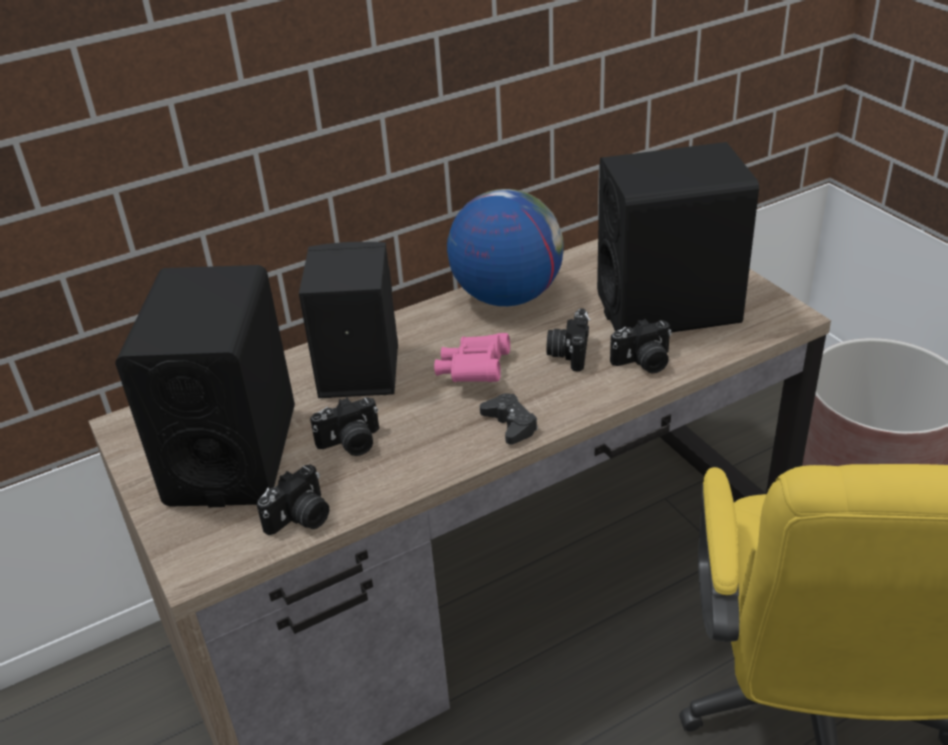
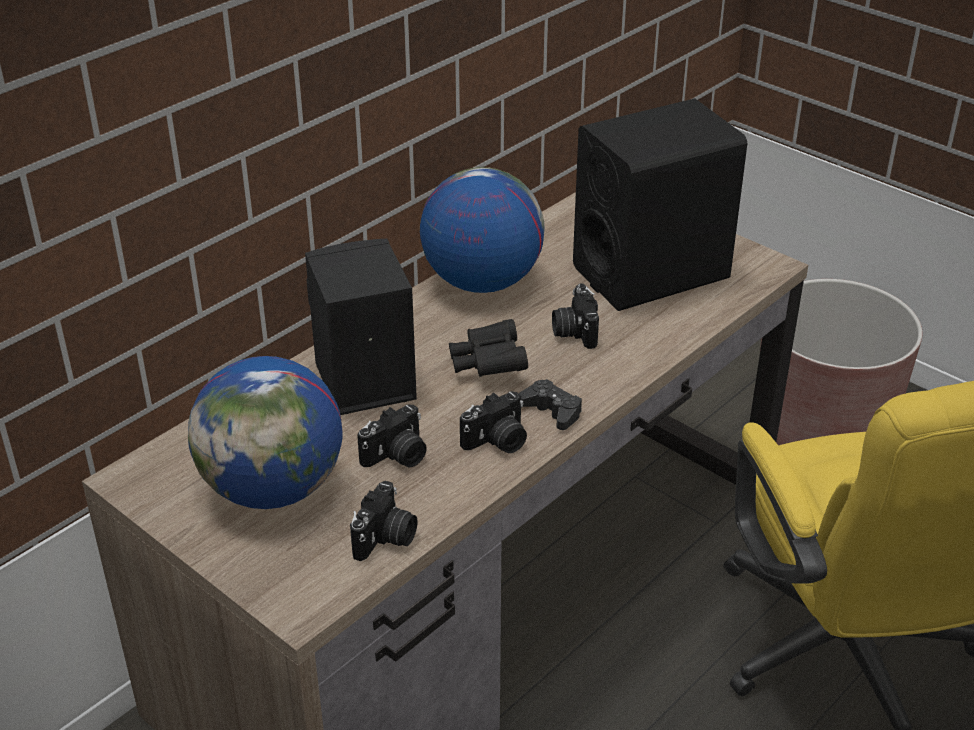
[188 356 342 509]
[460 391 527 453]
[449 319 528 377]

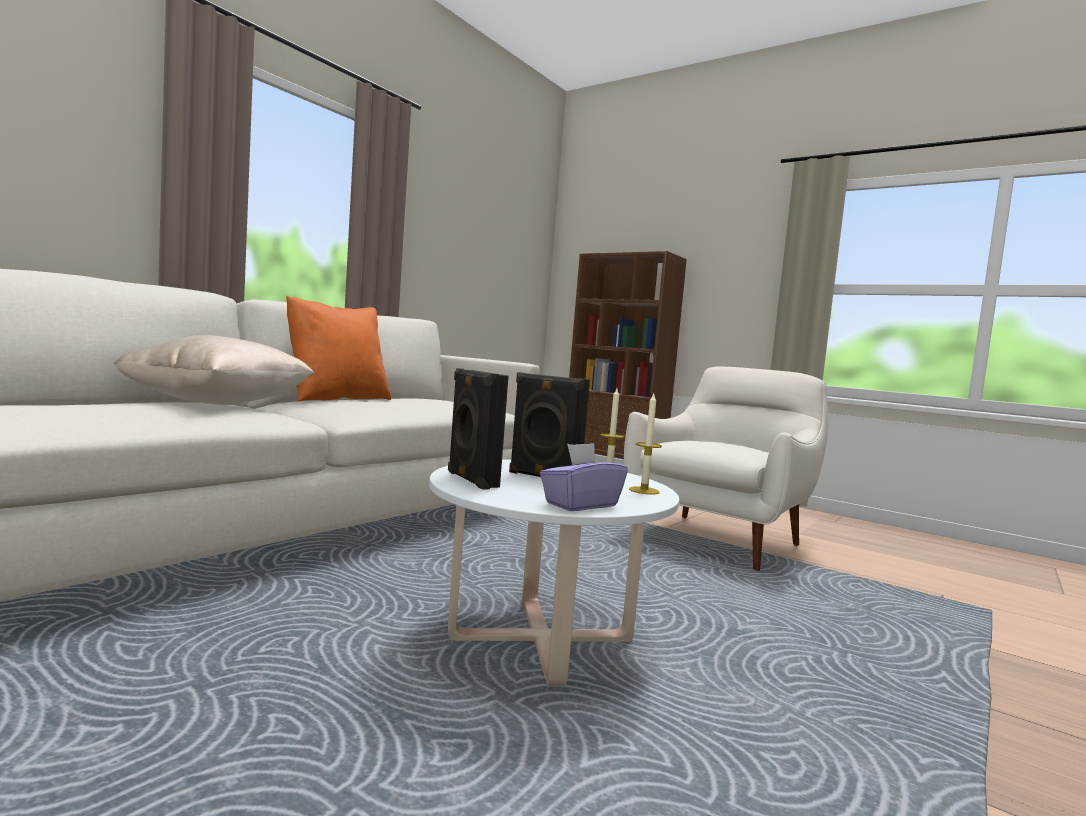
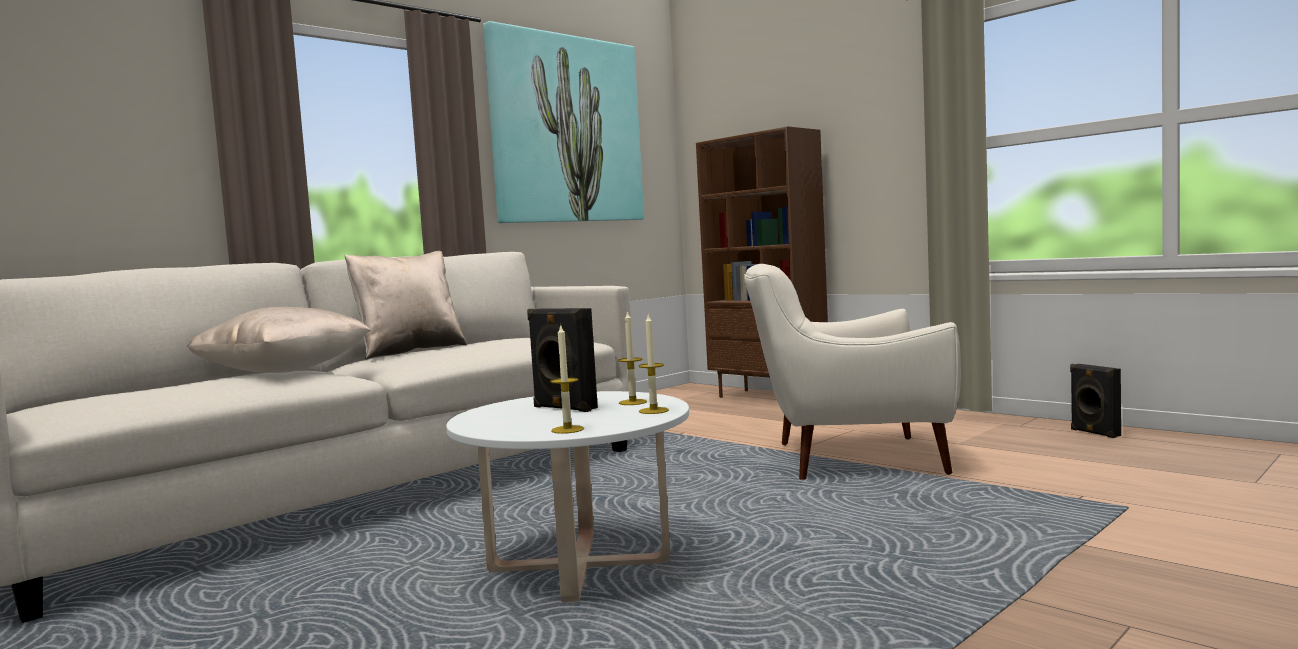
[344 251 467 359]
[744 264 961 480]
[1070 364 1121 438]
[550 324 584 434]
[483 21 644 223]

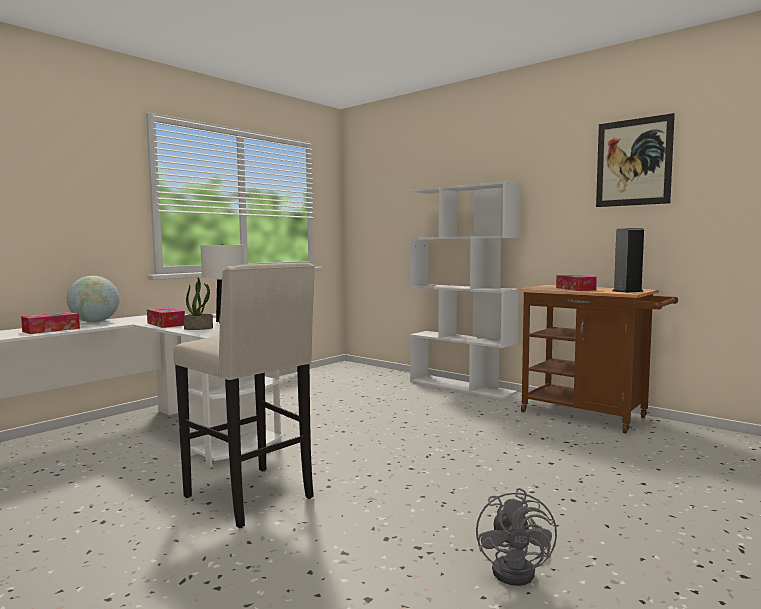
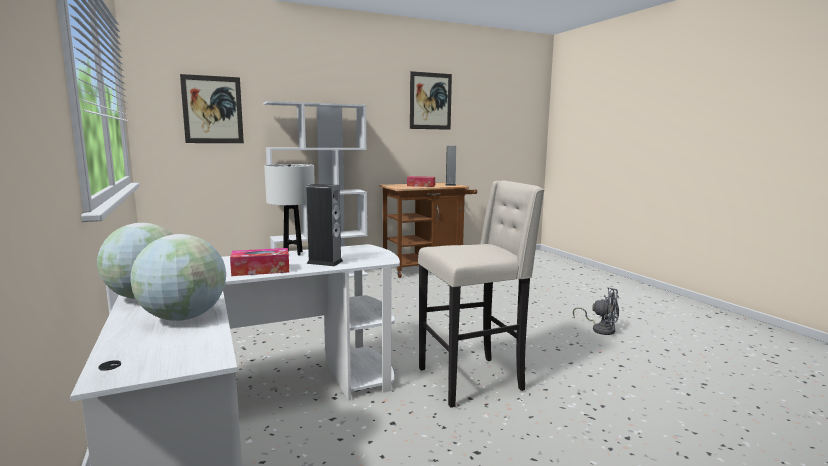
[306 184 343 266]
[131 234 226 321]
[180 74 244 143]

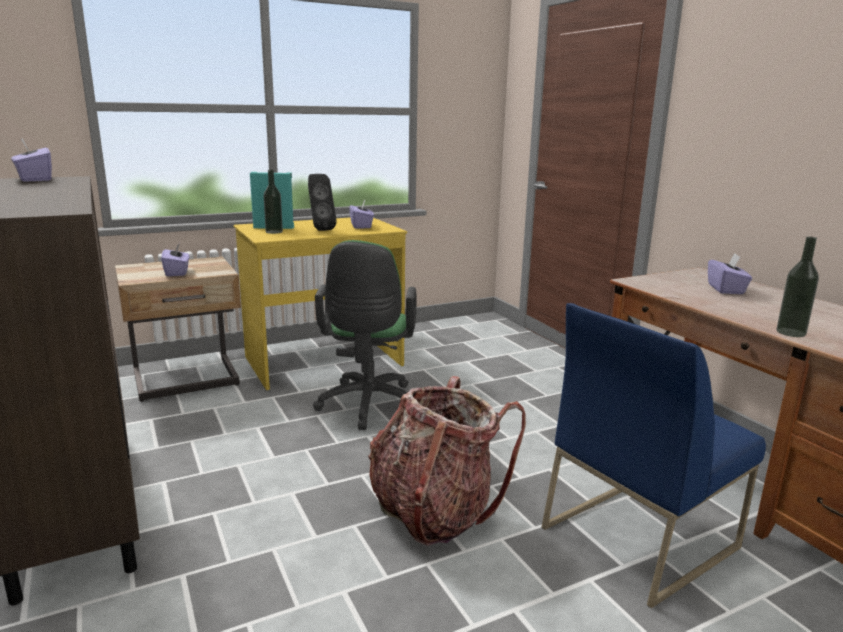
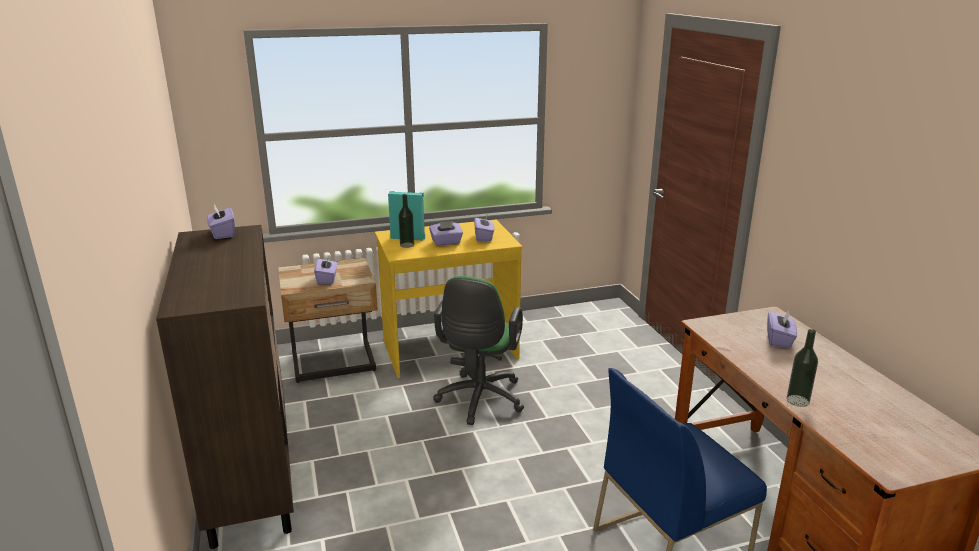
[429 221 463 246]
[368 376 526 546] (first image)

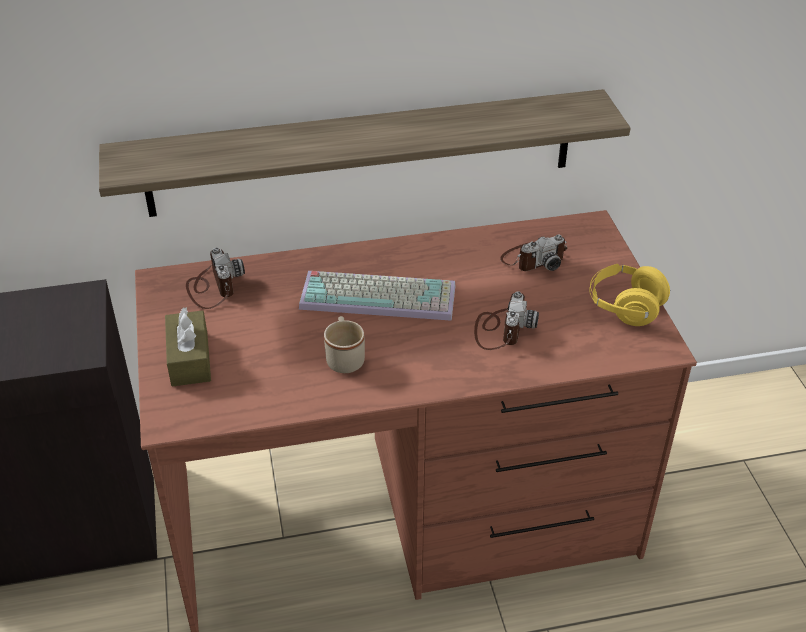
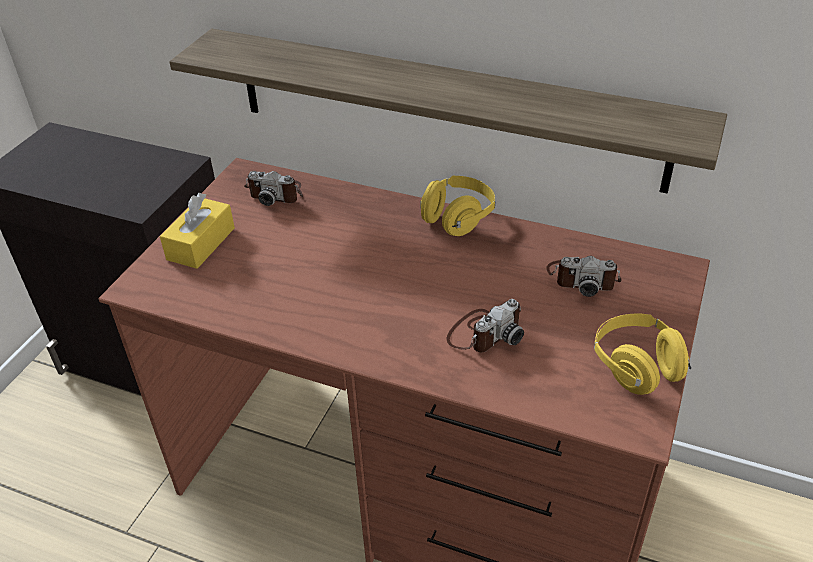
[244 171 303 206]
[299 271 456 321] (first image)
[160 193 235 269]
[324 316 365 373] (first image)
[420 176 495 236]

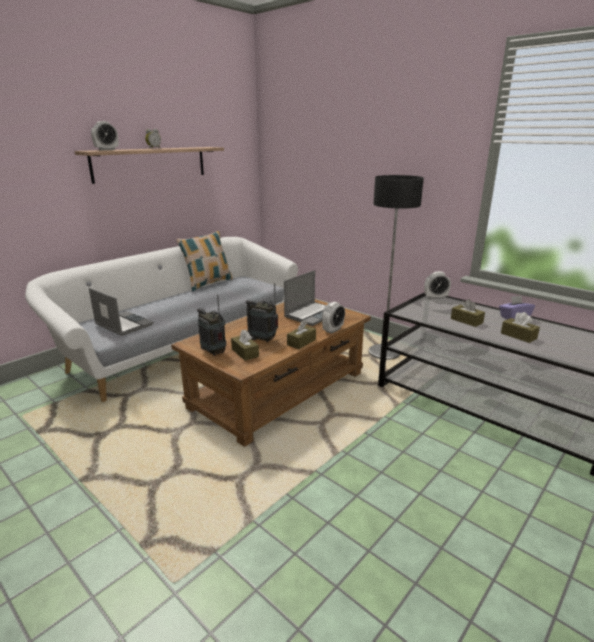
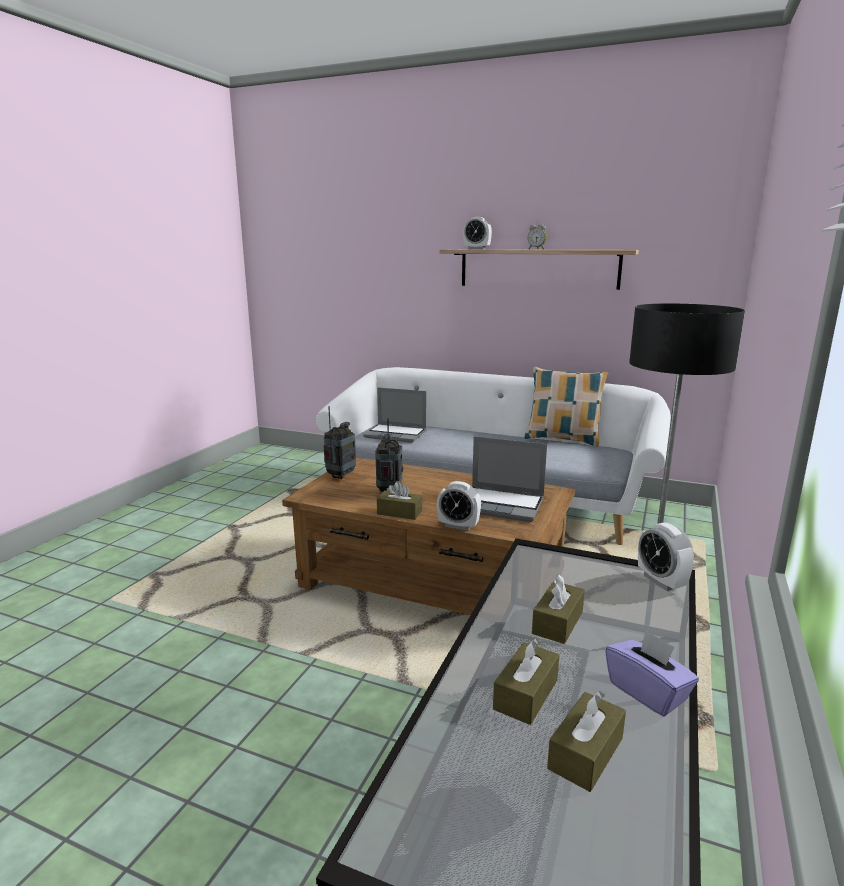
[363 387 427 443]
[547 691 626 792]

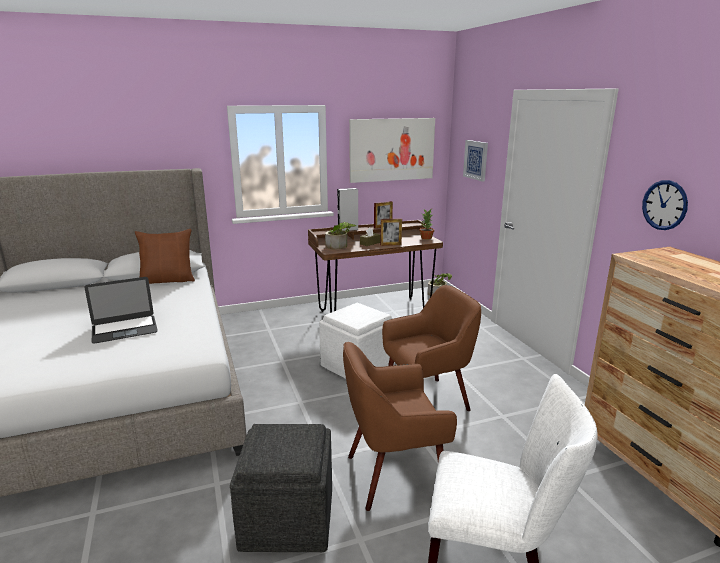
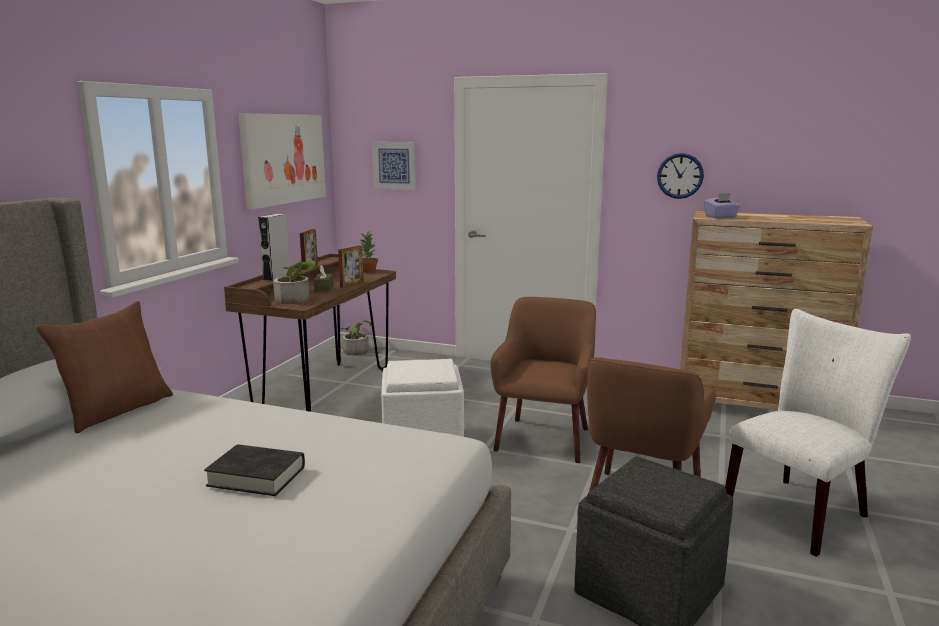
[204 444 305 496]
[704 193 741 218]

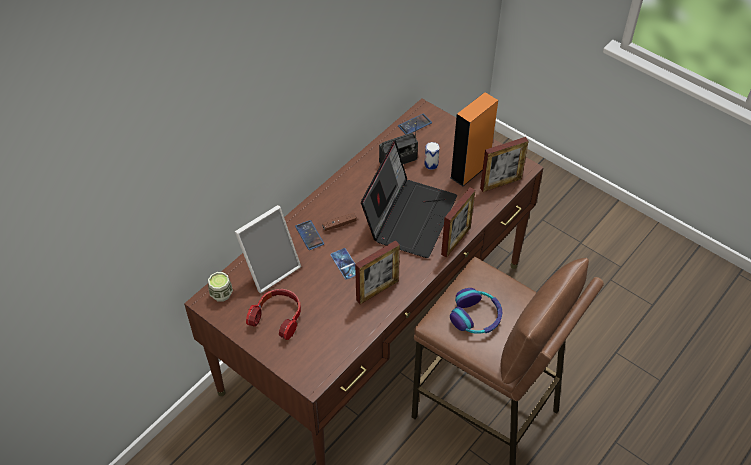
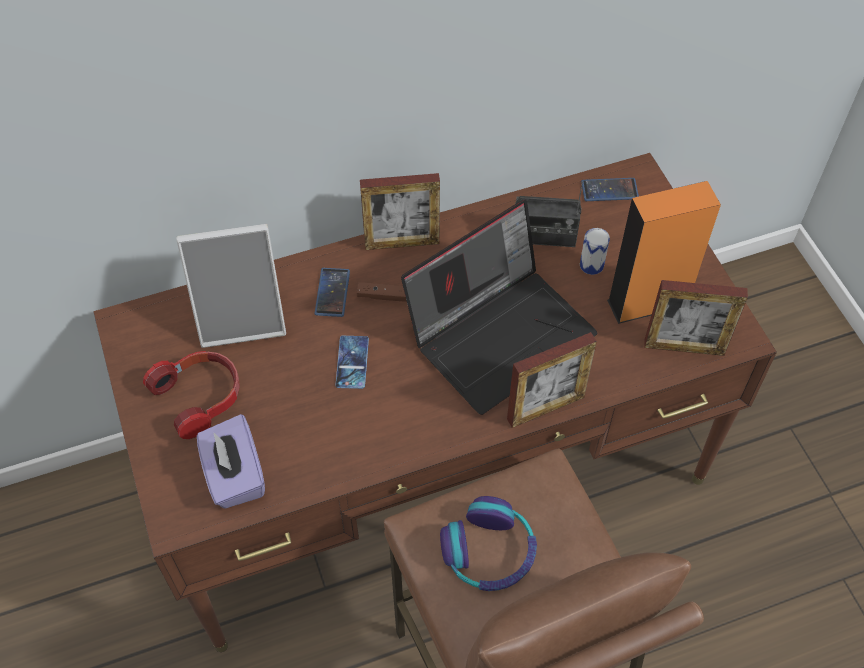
[360 173 440 250]
[208 272 233 302] (first image)
[197 414 265 509]

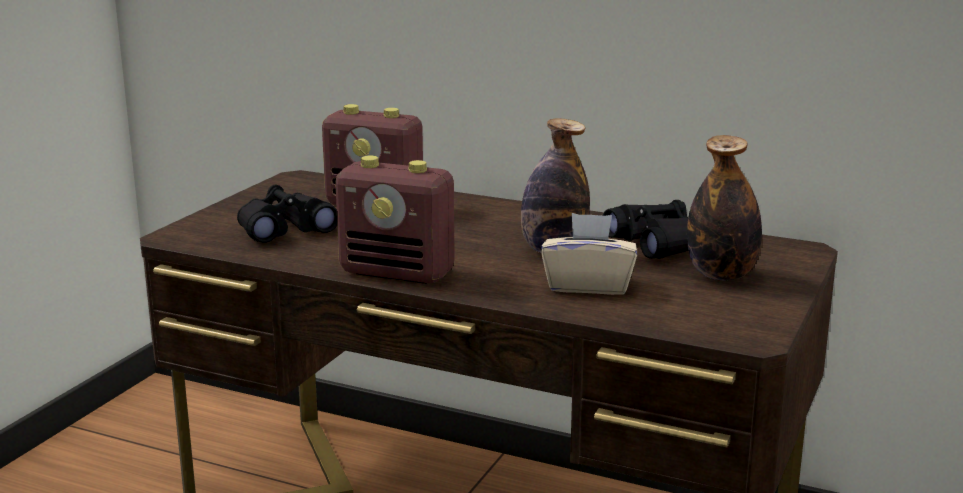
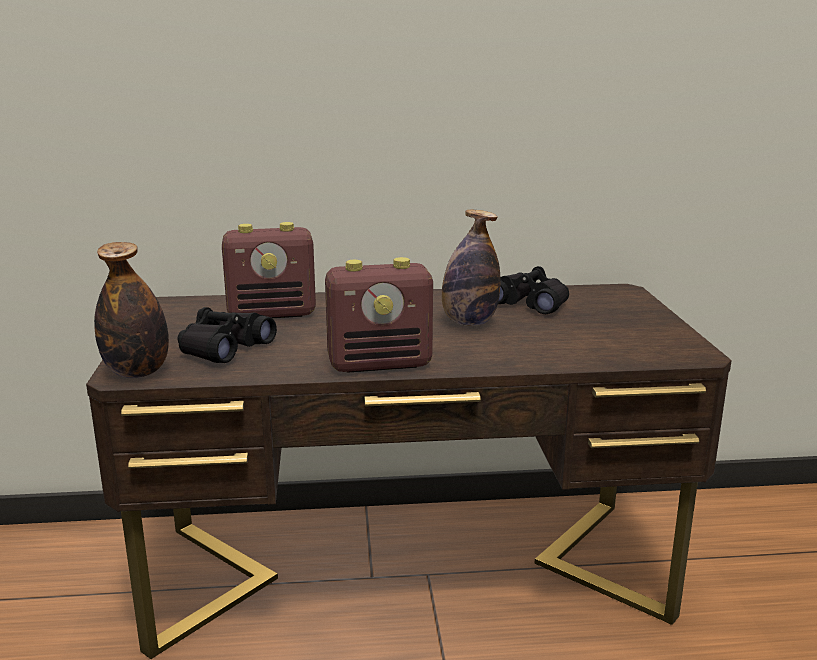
[94 242 169 378]
[541 213 637 295] (first image)

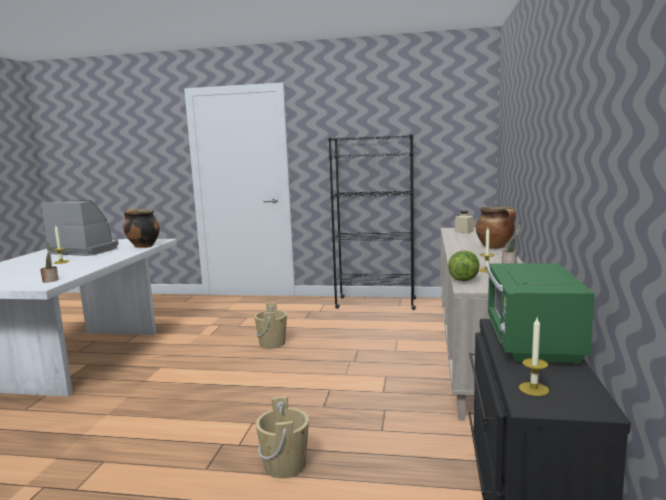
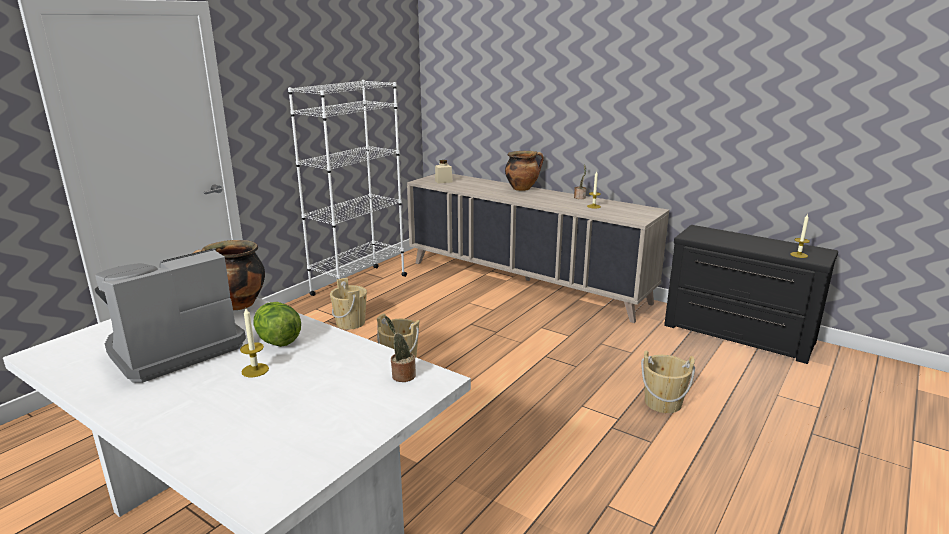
[288 80 407 296]
[253 302 301 347]
[487 263 595 364] (first image)
[330 278 367 330]

